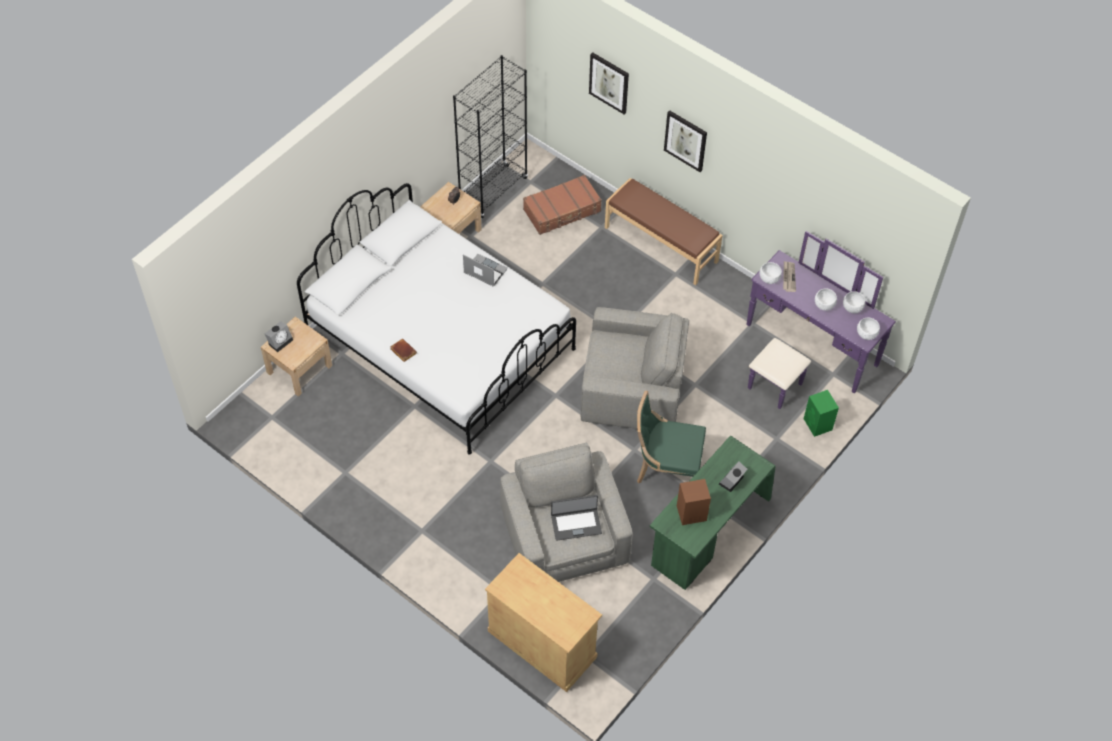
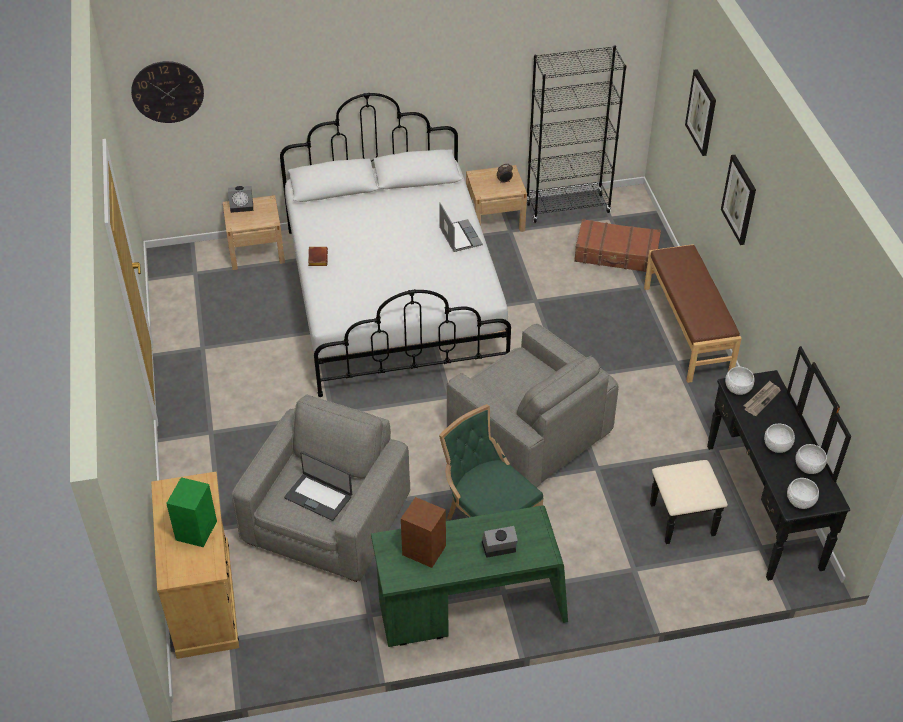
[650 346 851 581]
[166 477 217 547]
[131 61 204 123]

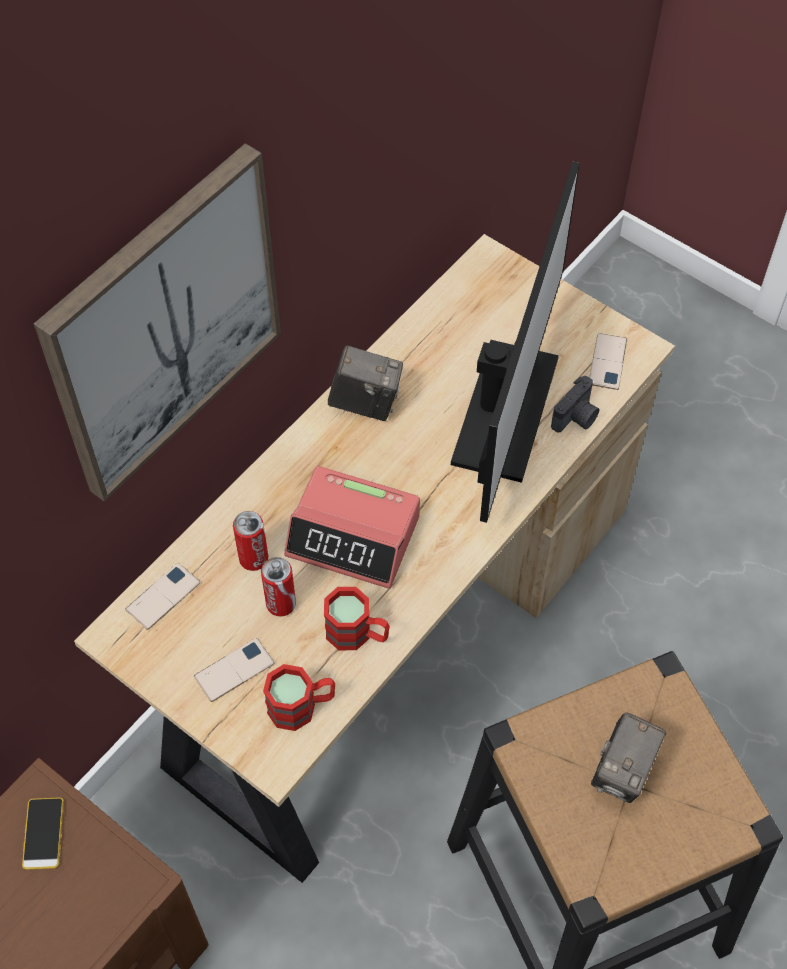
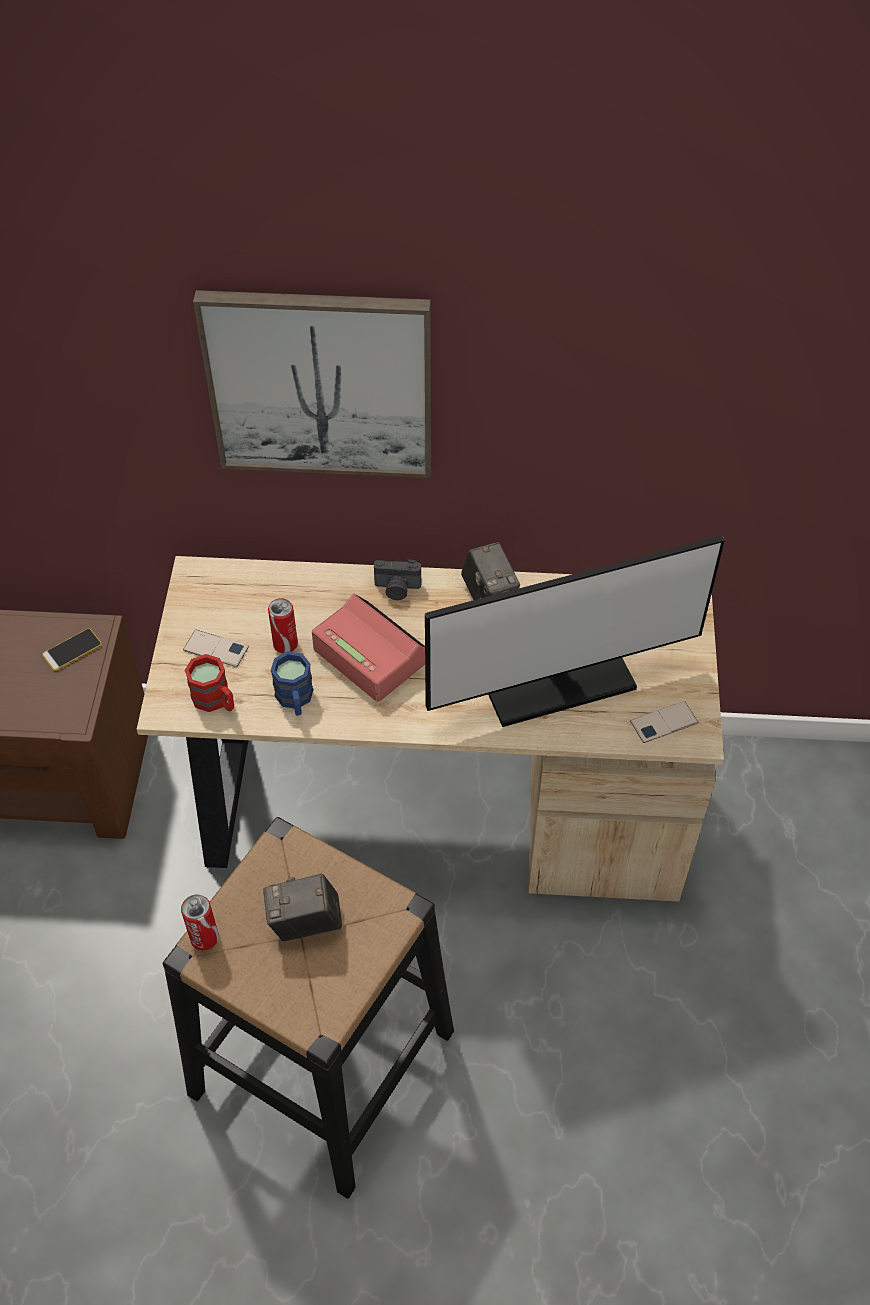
[374 559 421 600]
[312 593 425 702]
[181 894 219 951]
[125 563 200 630] (first image)
[271 651 314 716]

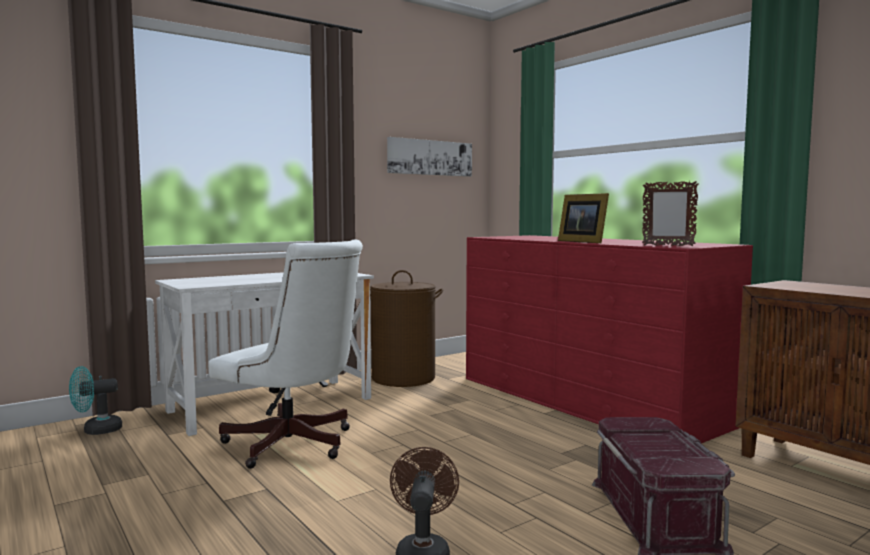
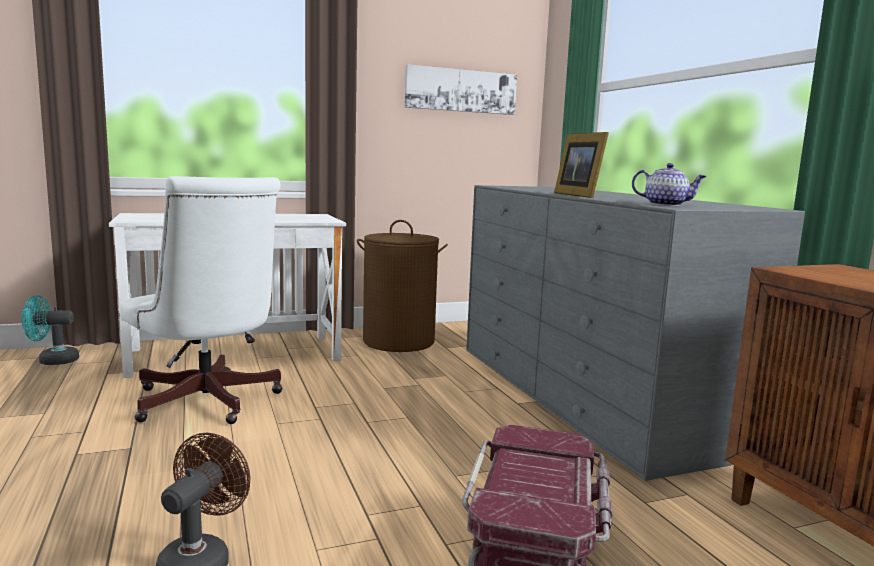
[632 163 707 206]
[466 185 805 481]

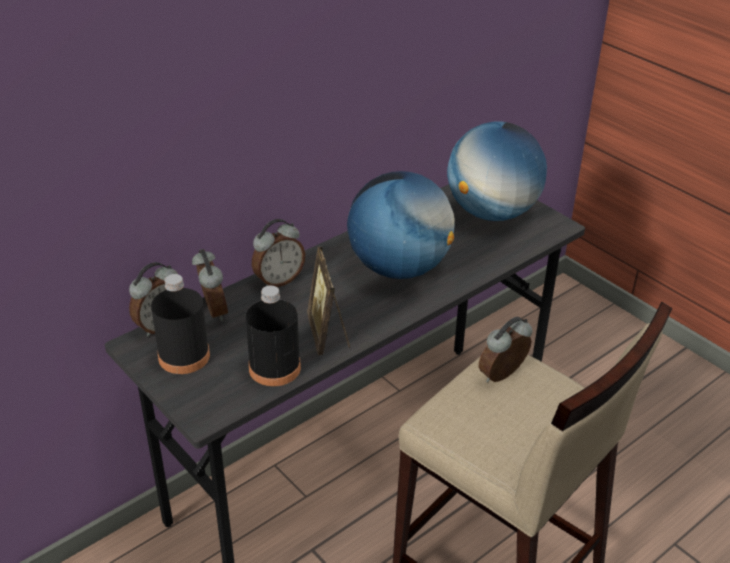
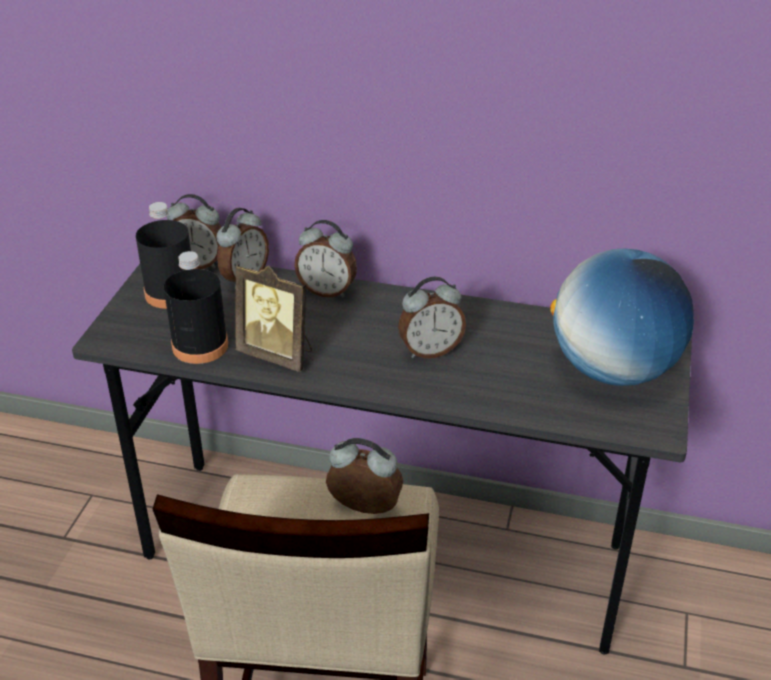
[398 277 466 358]
[235 264 312 372]

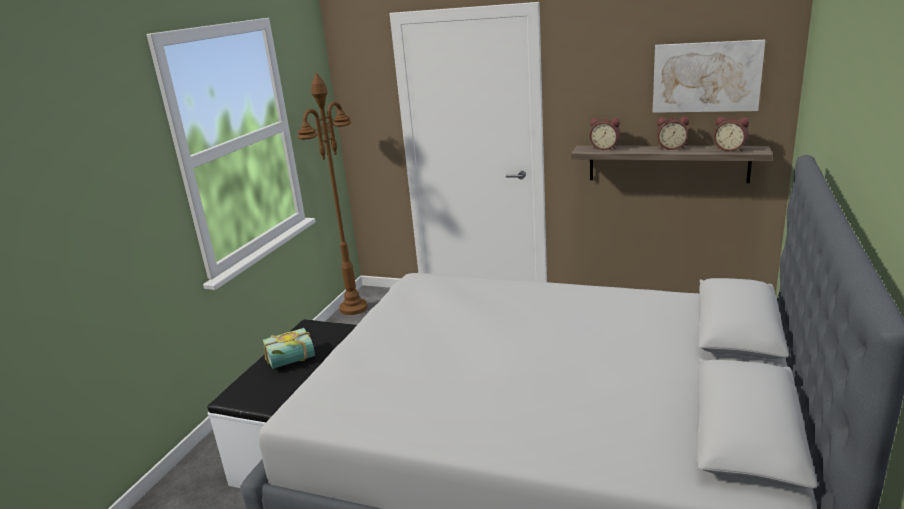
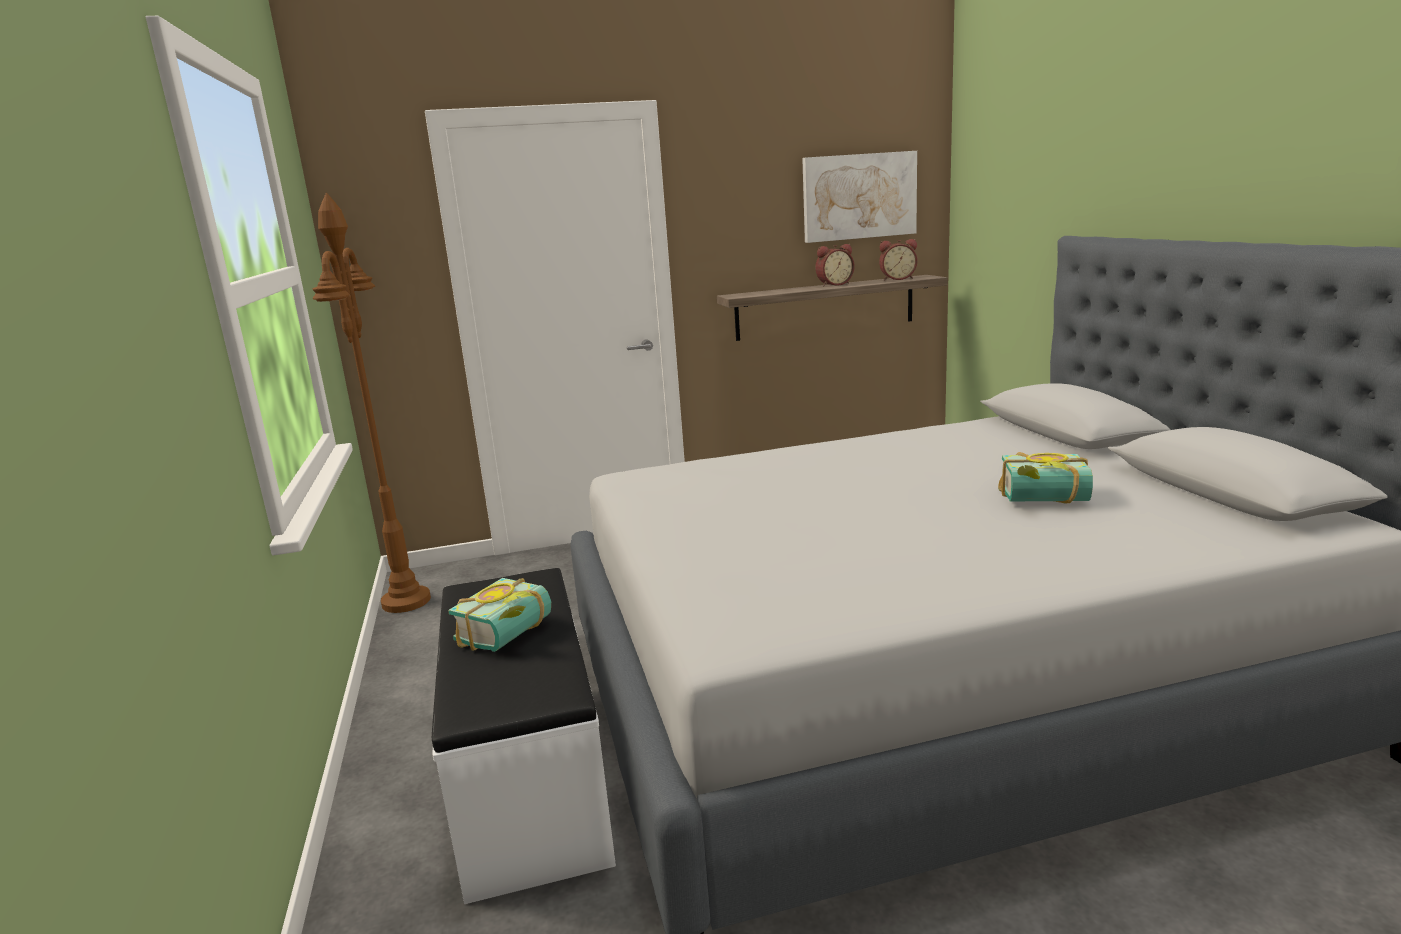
[590 118 620 150] (first image)
[998 452 1093 503]

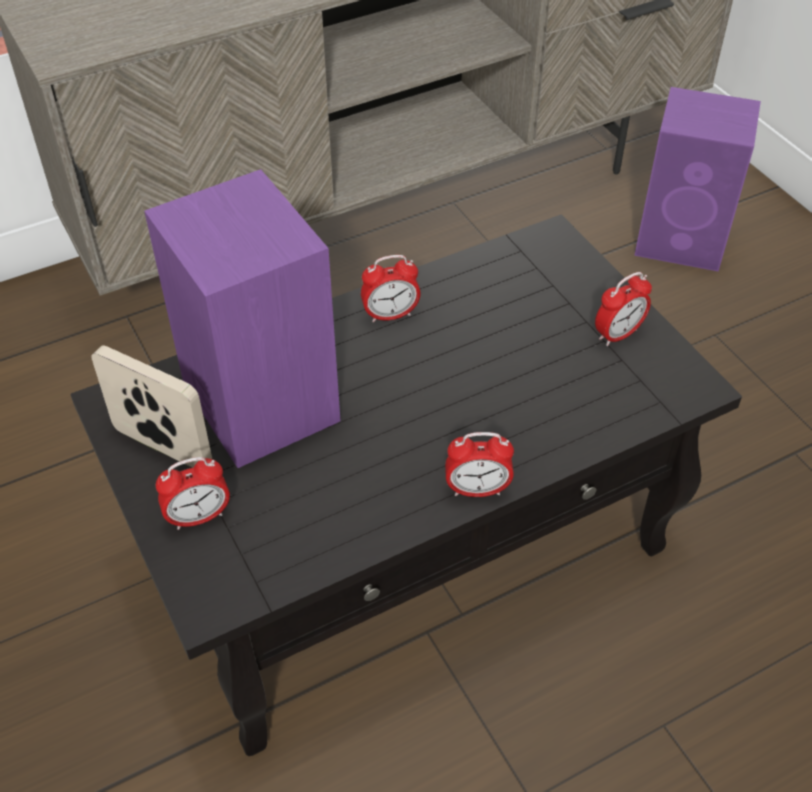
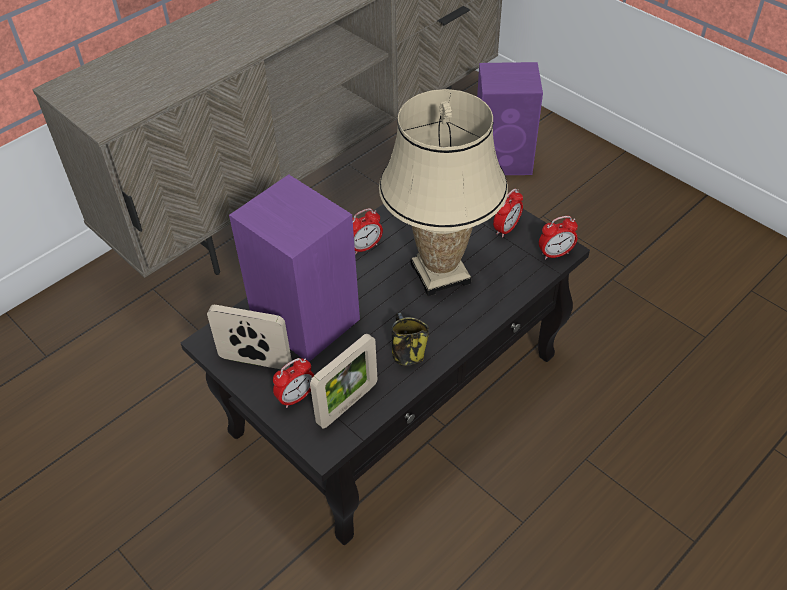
[539 216 578 260]
[379 89 508 296]
[392 313 429 366]
[310 333 377 428]

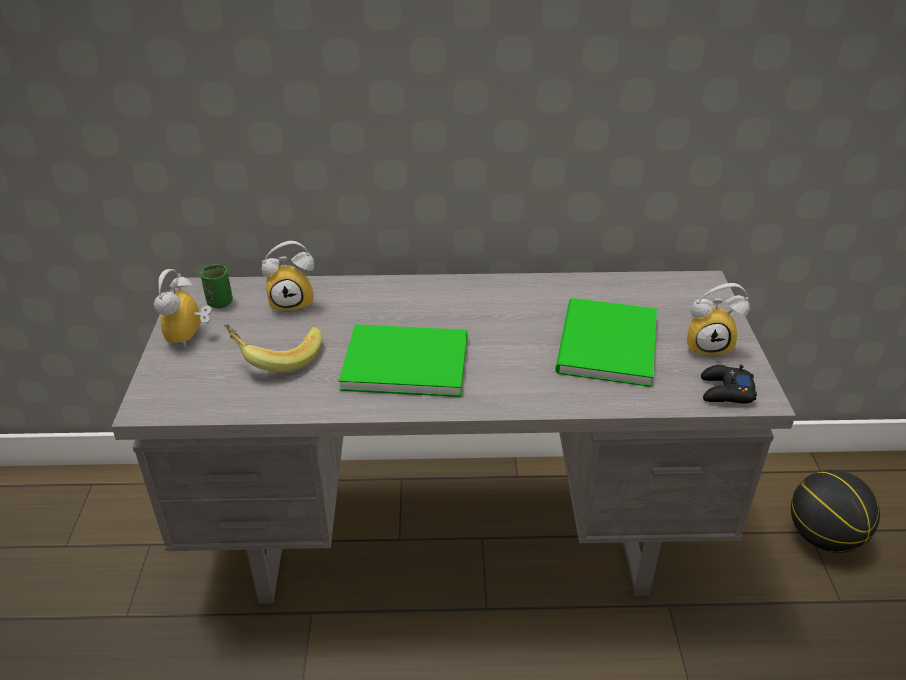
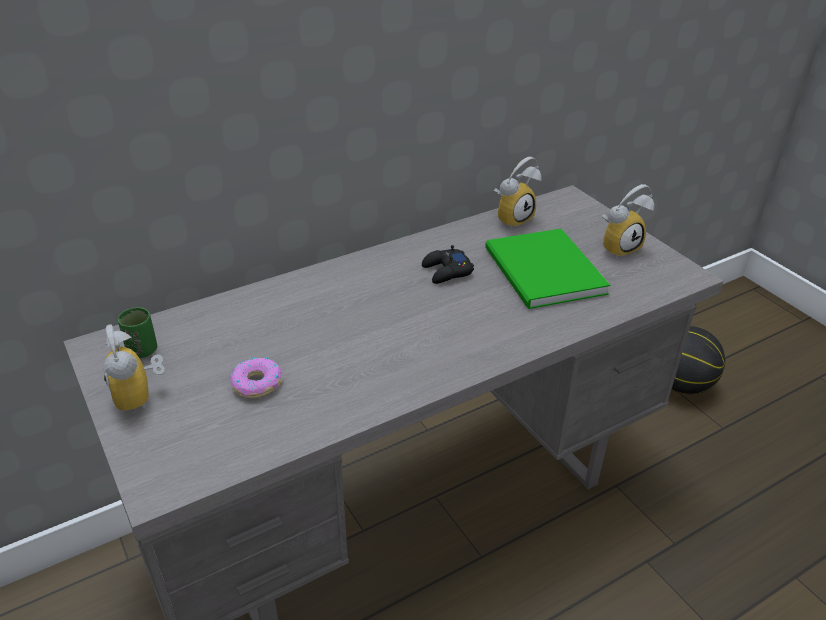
[494 157 541 229]
[230 357 282 398]
[339 324 467 397] (first image)
[422 245 474 284]

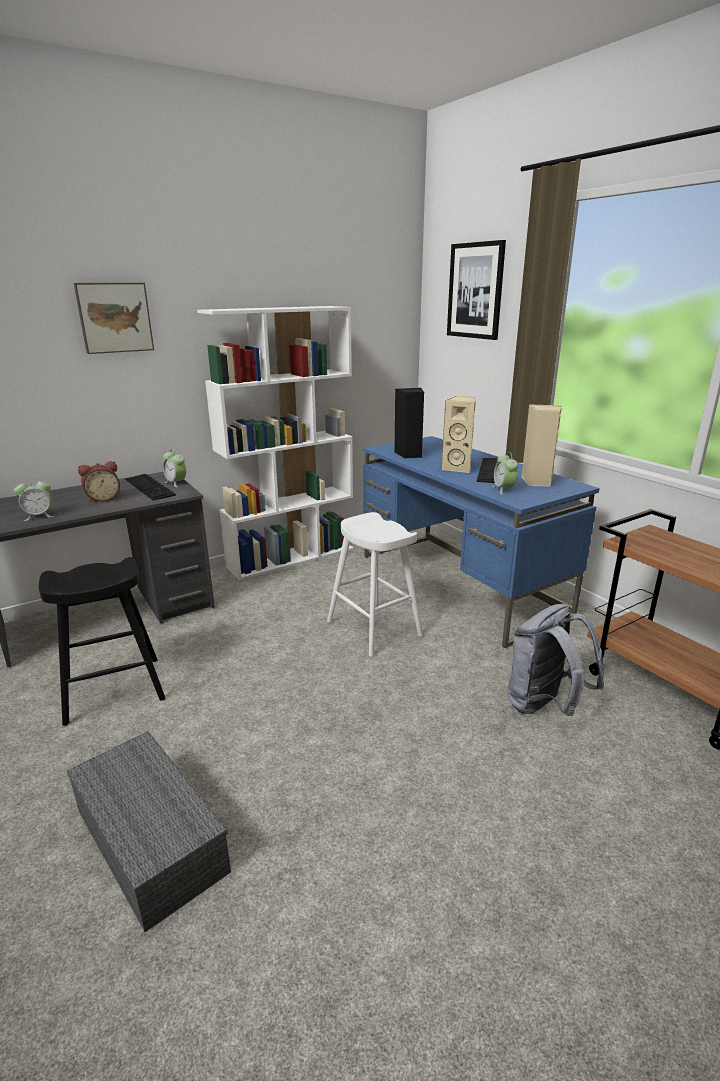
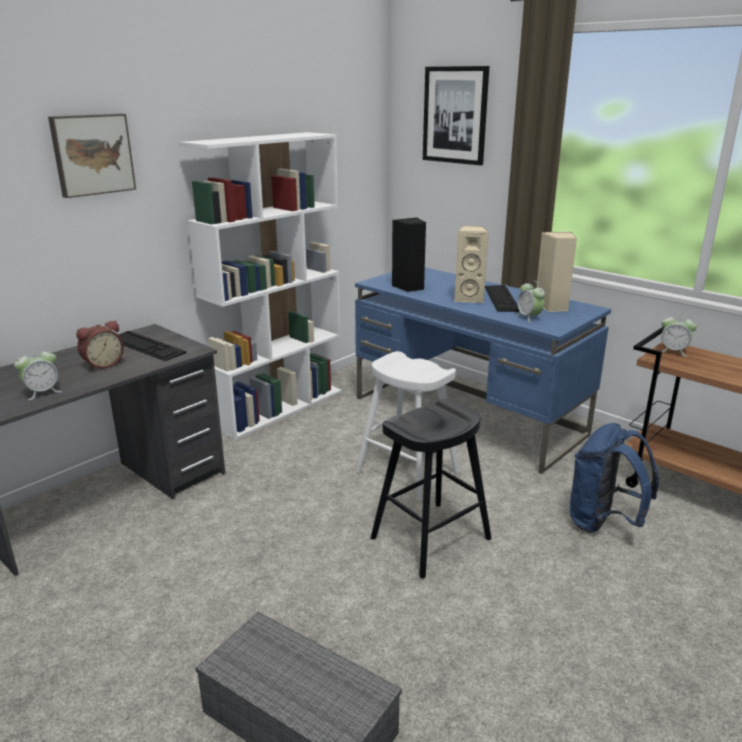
[661 313 697 357]
[371 398 491 578]
[570 423 659 533]

